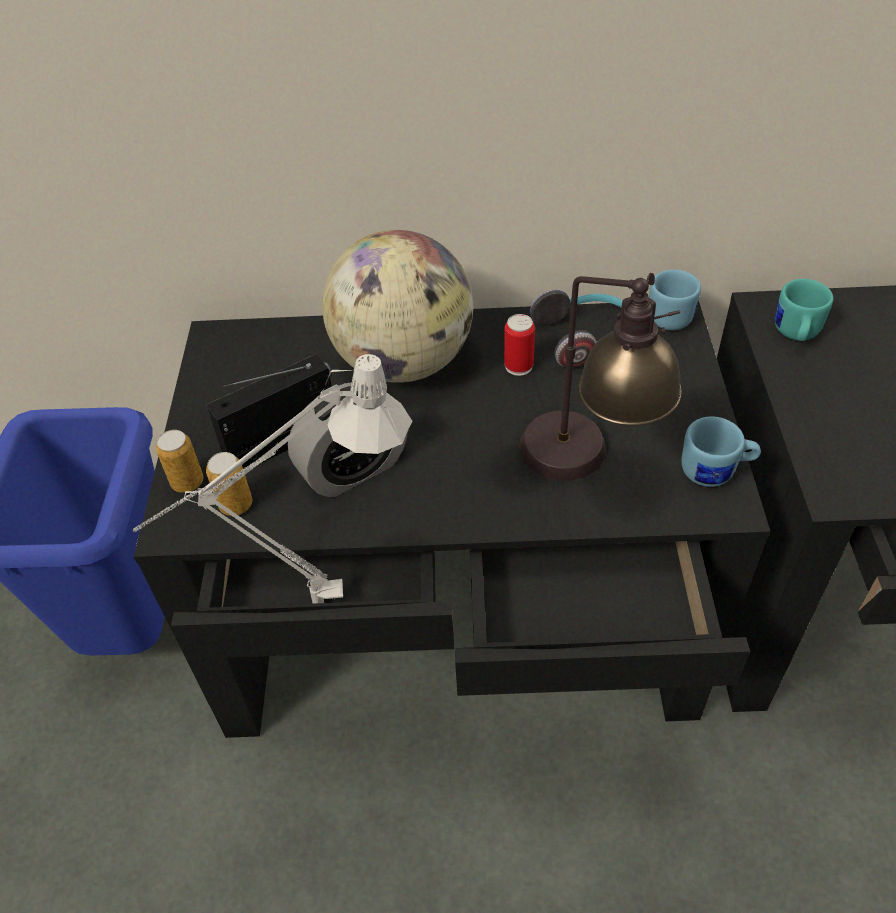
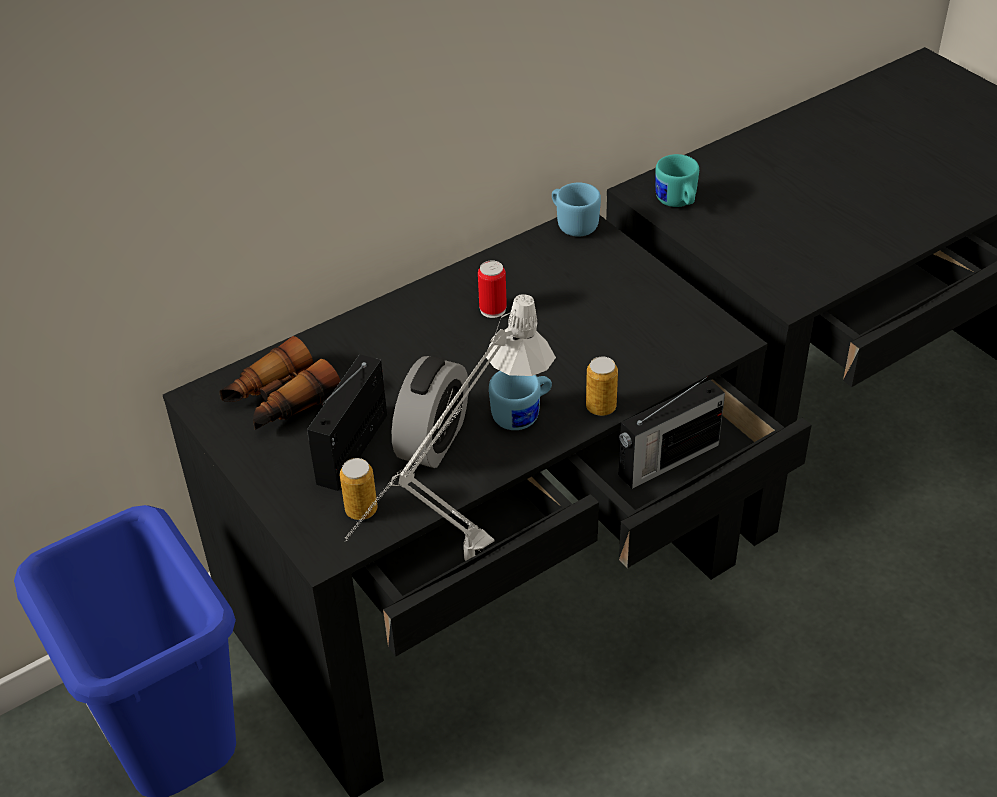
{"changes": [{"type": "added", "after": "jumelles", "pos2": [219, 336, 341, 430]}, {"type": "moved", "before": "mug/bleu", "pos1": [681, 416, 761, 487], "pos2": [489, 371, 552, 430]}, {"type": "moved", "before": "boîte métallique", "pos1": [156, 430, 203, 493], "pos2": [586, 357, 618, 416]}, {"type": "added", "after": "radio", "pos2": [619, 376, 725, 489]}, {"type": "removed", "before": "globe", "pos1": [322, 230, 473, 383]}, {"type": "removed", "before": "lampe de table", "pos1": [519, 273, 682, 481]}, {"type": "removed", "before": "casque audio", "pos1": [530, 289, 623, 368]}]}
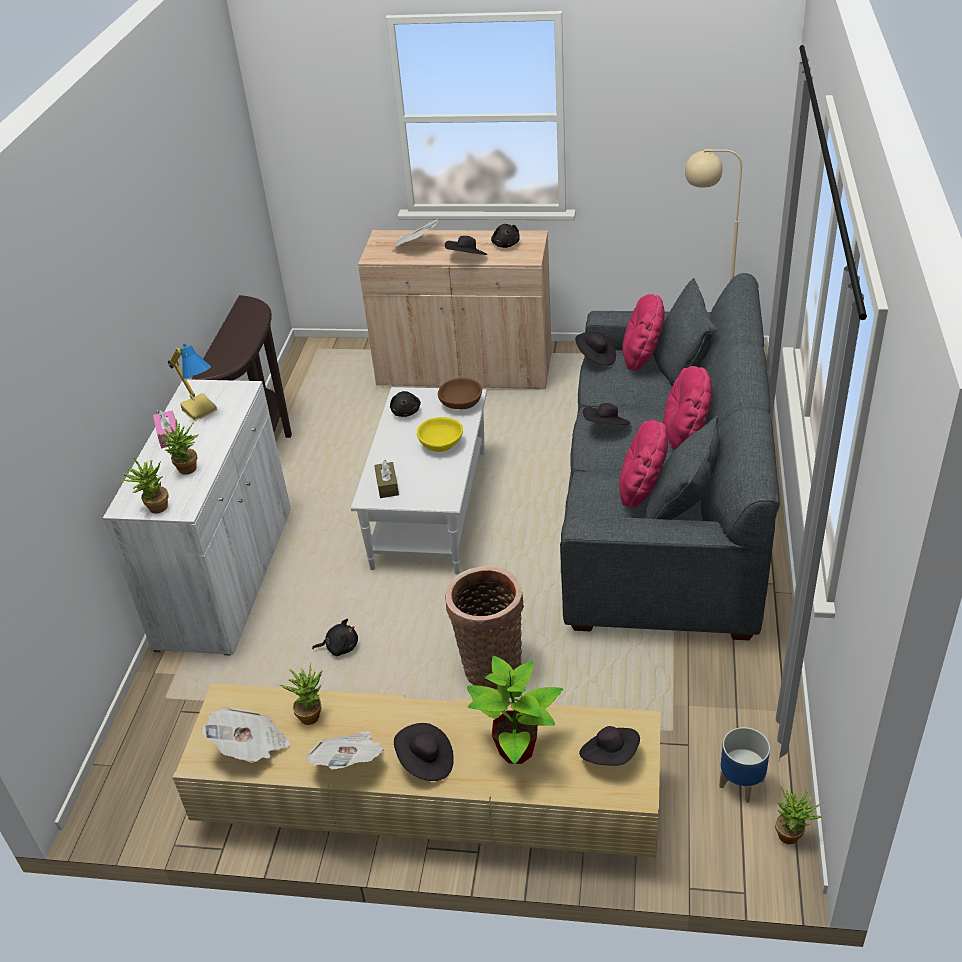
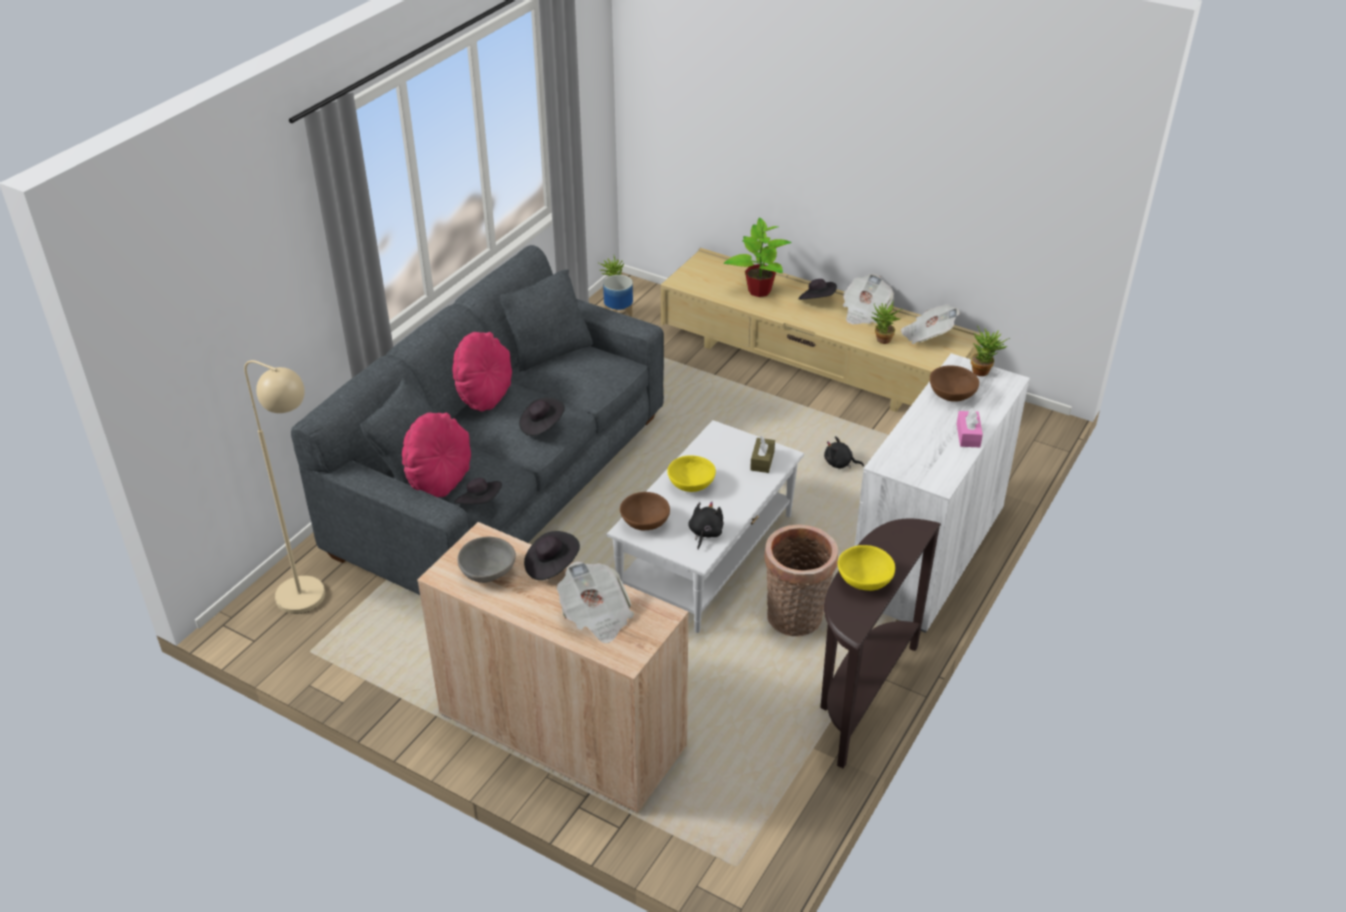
{"changes": [{"type": "replaced", "before": "peluche/noir", "after": "bol/gris", "pos1": [491, 224, 520, 248], "pos2": [457, 536, 516, 583]}, {"type": "moved", "before": "panier", "pos1": [445, 566, 524, 690], "pos2": [764, 524, 838, 636]}, {"type": "added", "after": "bol/jaune", "pos2": [838, 545, 895, 591]}, {"type": "replaced", "before": "plante en pot", "after": "bol/marron", "pos1": [158, 419, 199, 475], "pos2": [930, 365, 979, 402]}, {"type": "removed", "before": "lampe de table", "pos1": [168, 343, 217, 421]}, {"type": "removed", "before": "chapeau/noir", "pos1": [579, 726, 640, 766]}, {"type": "removed", "before": "coussin/rose", "pos1": [619, 420, 668, 508]}]}
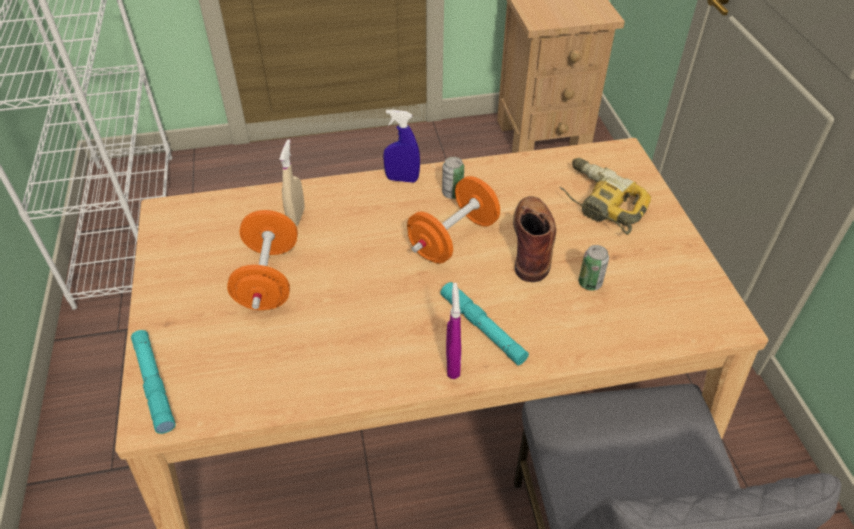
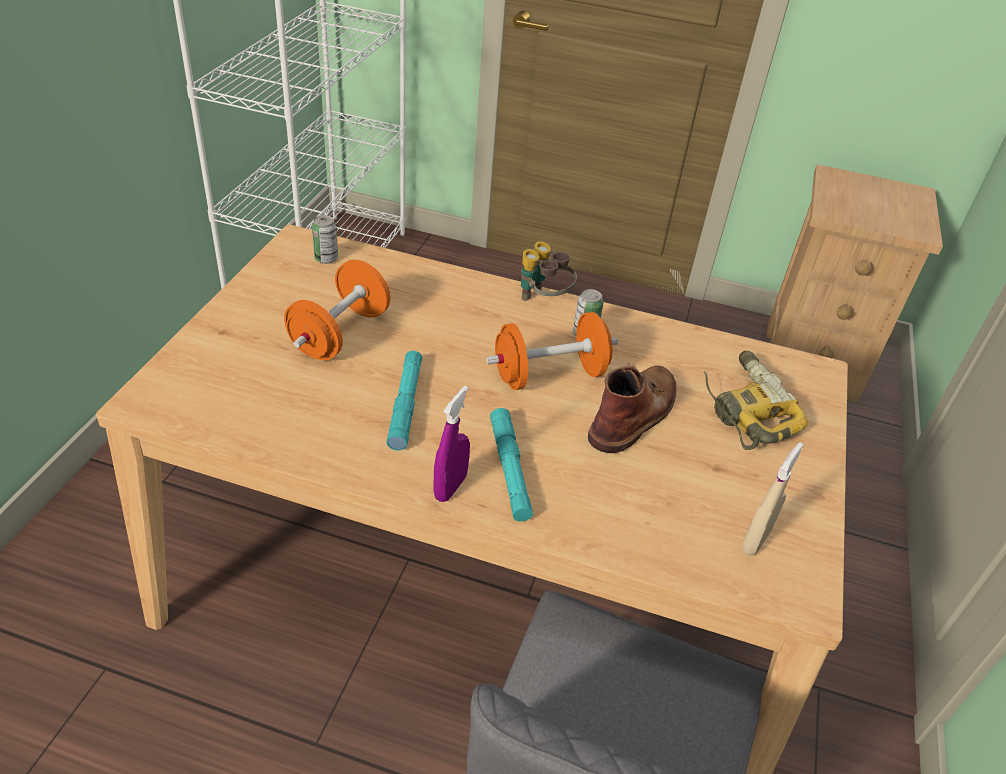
{"changes": [{"type": "moved", "before": "boîte métallique", "pos1": [579, 245, 609, 291], "pos2": [312, 215, 338, 264]}, {"type": "moved", "before": "lampe de poche/turquoise", "pos1": [131, 330, 176, 434], "pos2": [387, 351, 422, 450]}, {"type": "replaced", "before": "vaporisateur/bleu", "after": "jumelles", "pos1": [383, 109, 420, 183], "pos2": [521, 241, 577, 301]}, {"type": "moved", "before": "vaporisateur/beige", "pos1": [279, 139, 305, 226], "pos2": [741, 443, 803, 556]}]}
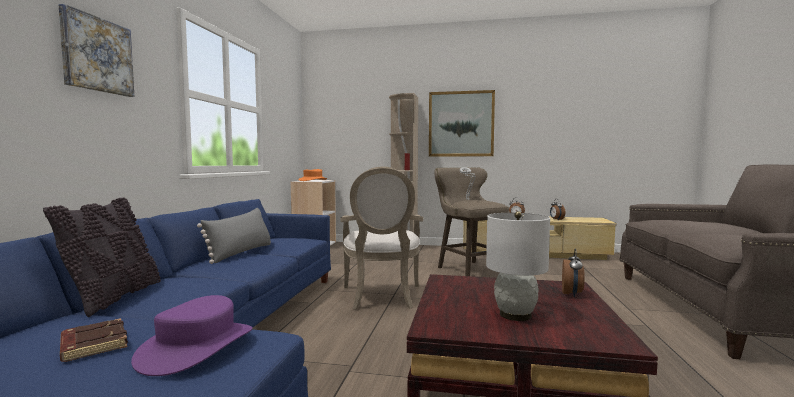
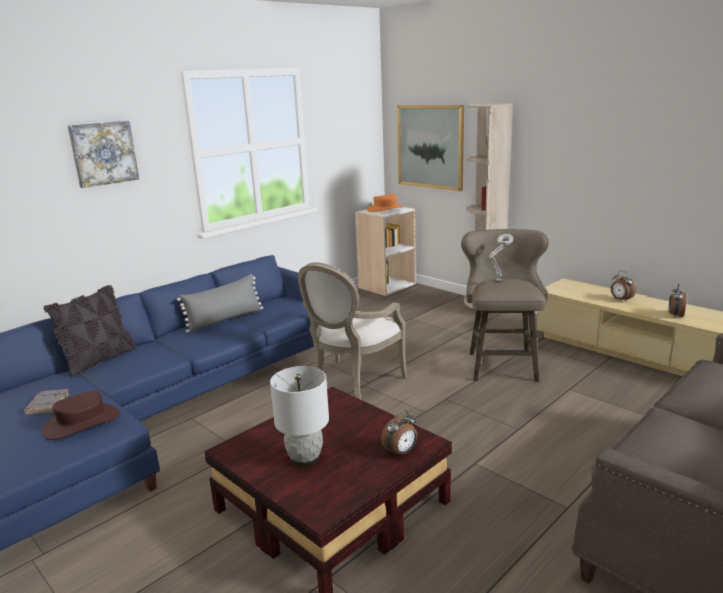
{"changes": [{"type": "recoloured", "before": "livre/marron", "after": "livre/gris", "pos1": [60, 318, 128, 362], "pos2": [24, 389, 69, 414]}, {"type": "recoloured", "before": "chapeau/violet", "after": "chapeau/marron", "pos1": [131, 295, 252, 376], "pos2": [42, 391, 120, 440]}, {"type": "moved", "before": "tableau", "pos1": [429, 90, 495, 157], "pos2": [397, 105, 464, 191]}]}
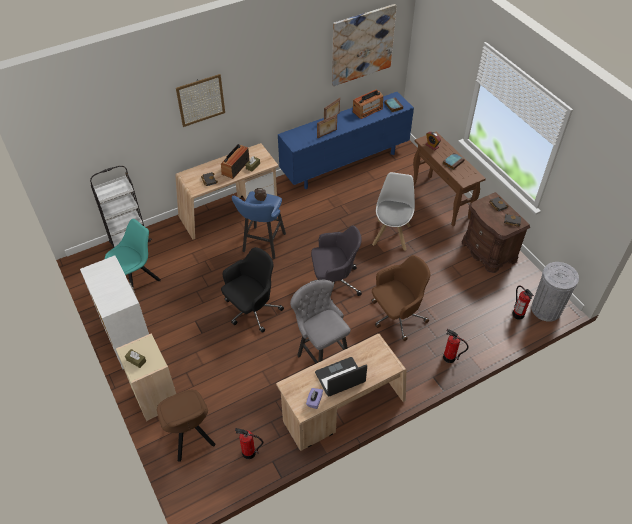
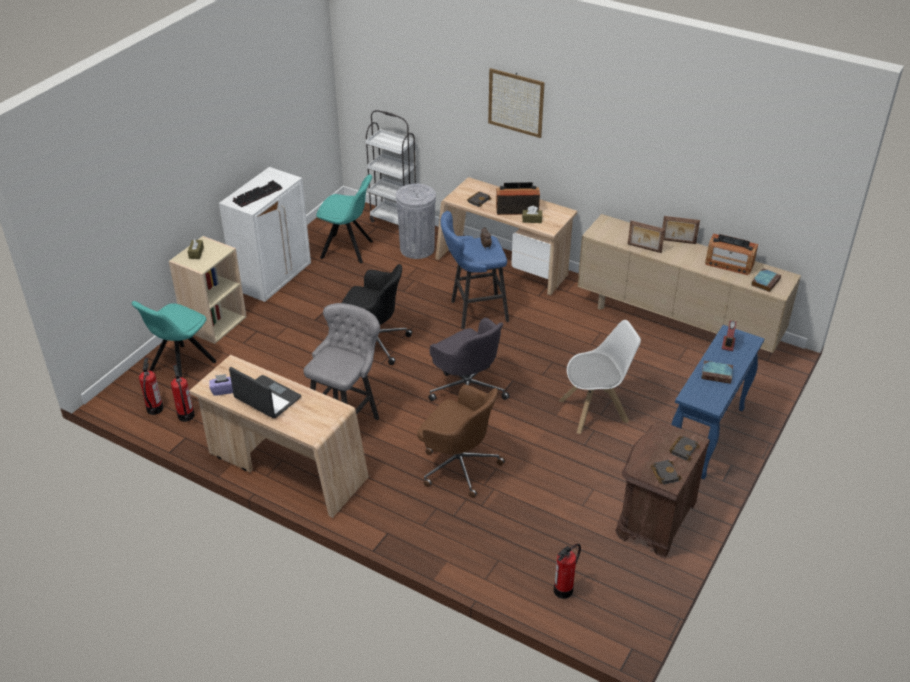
{"changes": [{"type": "recoloured", "before": "chaise/marron", "after": "chaise/turquoise", "pos1": [157, 390, 216, 462], "pos2": [132, 301, 216, 377]}, {"type": "moved", "before": "extincteur", "pos1": [443, 329, 469, 363], "pos2": [139, 357, 163, 415]}, {"type": "added", "after": "clavier", "pos2": [233, 180, 282, 207]}, {"type": "moved", "before": "poubelle/gris", "pos1": [531, 262, 579, 322], "pos2": [396, 184, 436, 259]}, {"type": "recoloured", "before": "meuble de rangement/bleu", "after": "meuble de rangement/beige", "pos1": [278, 92, 414, 189], "pos2": [578, 214, 801, 353]}, {"type": "recoloured", "before": "table console/marron", "after": "table console/bleu", "pos1": [413, 131, 486, 226], "pos2": [671, 325, 764, 479]}, {"type": "removed", "before": "tableau", "pos1": [332, 4, 397, 86]}]}
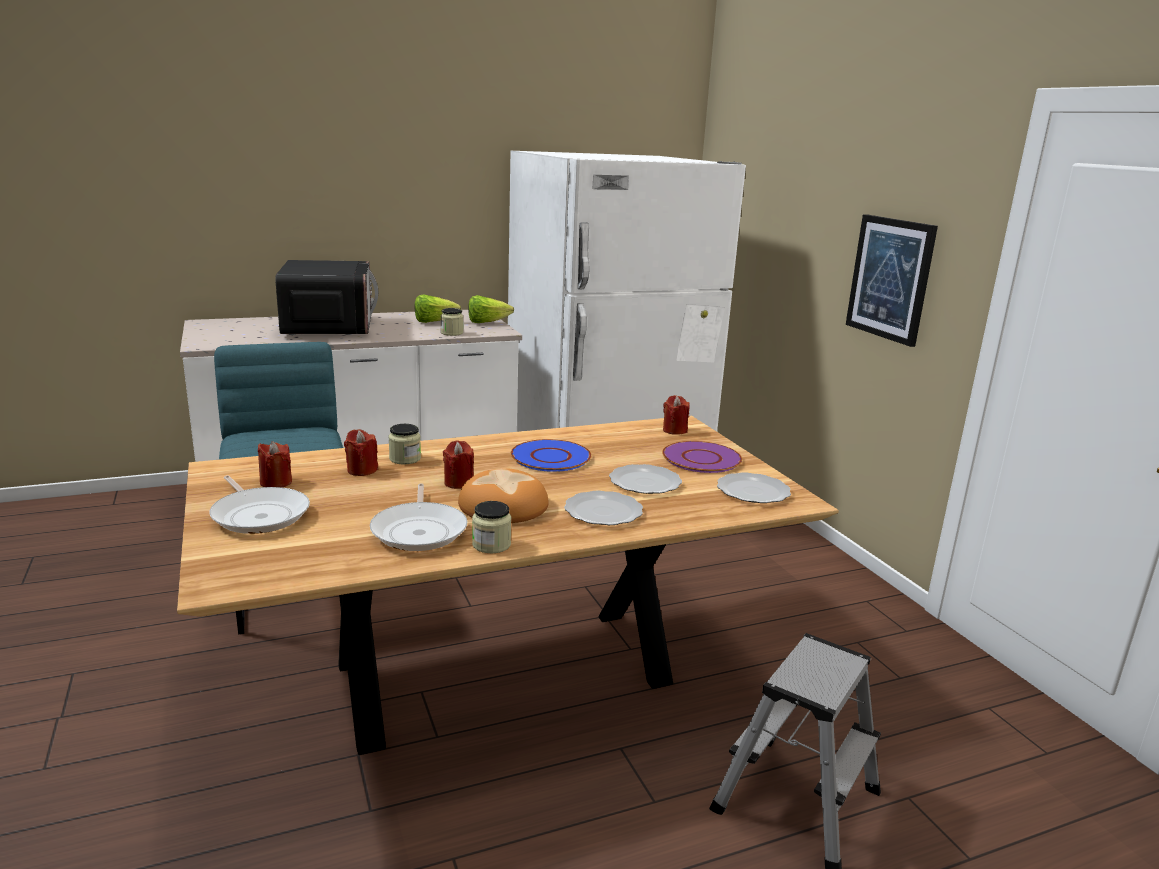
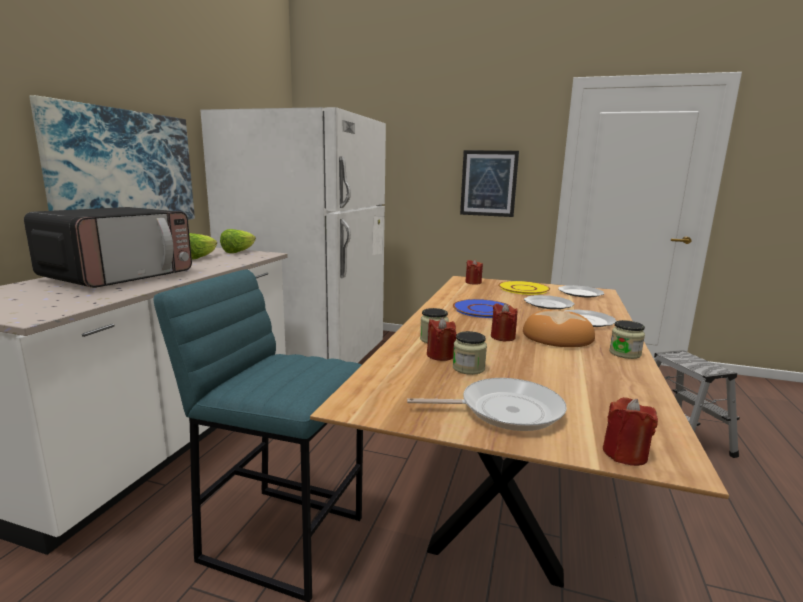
{"changes": [{"type": "turned", "before": "micro-ondes", "pos1": [275, 260, 378, 335], "pos2": [24, 207, 192, 288], "turn": 90}, {"type": "added", "after": "tableau", "pos2": [29, 95, 195, 220]}, {"type": "moved", "before": "bocal", "pos1": [441, 308, 463, 336], "pos2": [453, 331, 487, 375]}, {"type": "recoloured", "before": "assiette/violet", "after": "assiette/jaune", "pos1": [662, 441, 742, 473], "pos2": [498, 281, 550, 295]}, {"type": "moved", "before": "bougie/rouge", "pos1": [258, 441, 292, 488], "pos2": [603, 397, 658, 466]}, {"type": "removed", "before": "poêle", "pos1": [370, 483, 468, 551]}]}
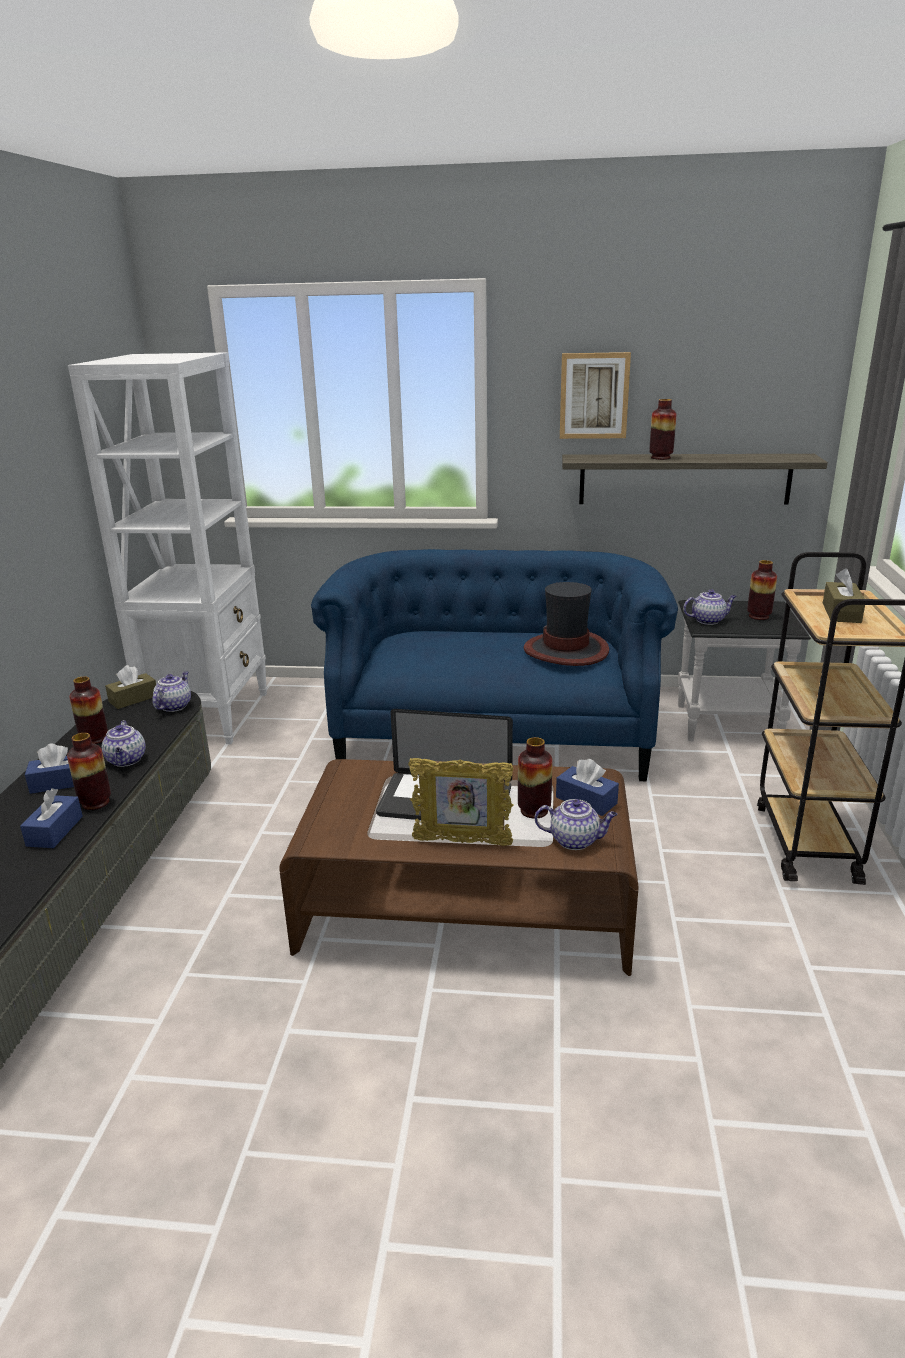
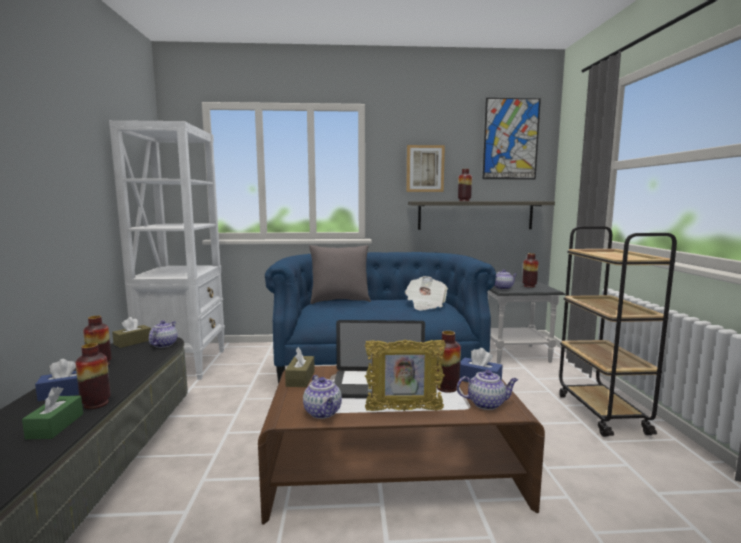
{"changes": [{"type": "recoloured", "before": "boîte à mouchoirs/bleu", "after": "boîte à mouchoirs/vert", "pos1": [20, 788, 83, 848], "pos2": [22, 387, 83, 439]}, {"type": "moved", "before": "boîte à mouchoirs/marron", "pos1": [823, 568, 865, 623], "pos2": [285, 347, 315, 387]}, {"type": "moved", "before": "théière", "pos1": [102, 720, 145, 767], "pos2": [303, 375, 342, 419]}, {"type": "added", "after": "coussin/gris", "pos2": [309, 245, 371, 304]}, {"type": "replaced", "before": "chapeau", "after": "journal", "pos1": [524, 582, 609, 666], "pos2": [405, 276, 448, 311]}, {"type": "added", "after": "tableau", "pos2": [483, 98, 541, 179]}]}
